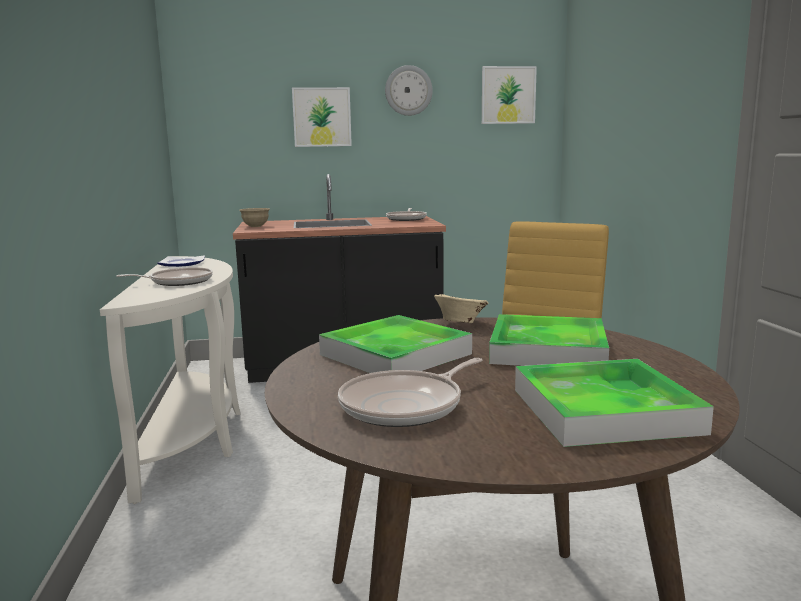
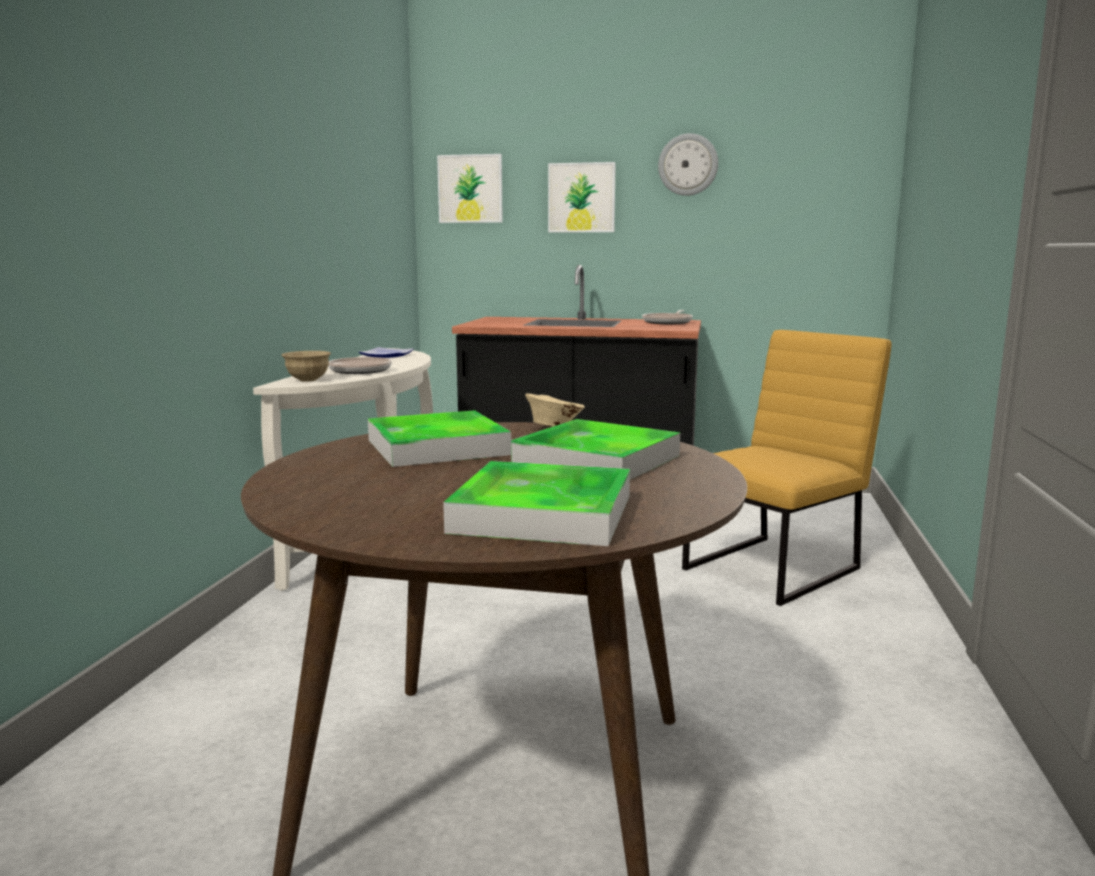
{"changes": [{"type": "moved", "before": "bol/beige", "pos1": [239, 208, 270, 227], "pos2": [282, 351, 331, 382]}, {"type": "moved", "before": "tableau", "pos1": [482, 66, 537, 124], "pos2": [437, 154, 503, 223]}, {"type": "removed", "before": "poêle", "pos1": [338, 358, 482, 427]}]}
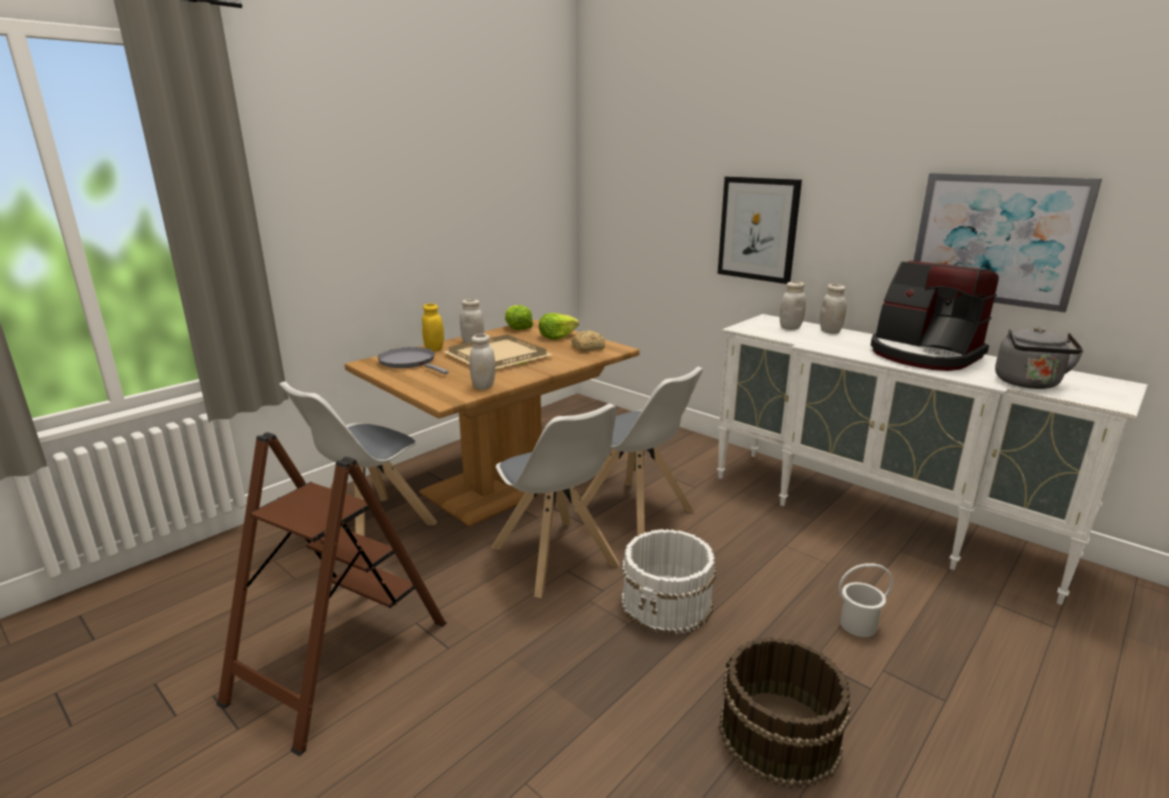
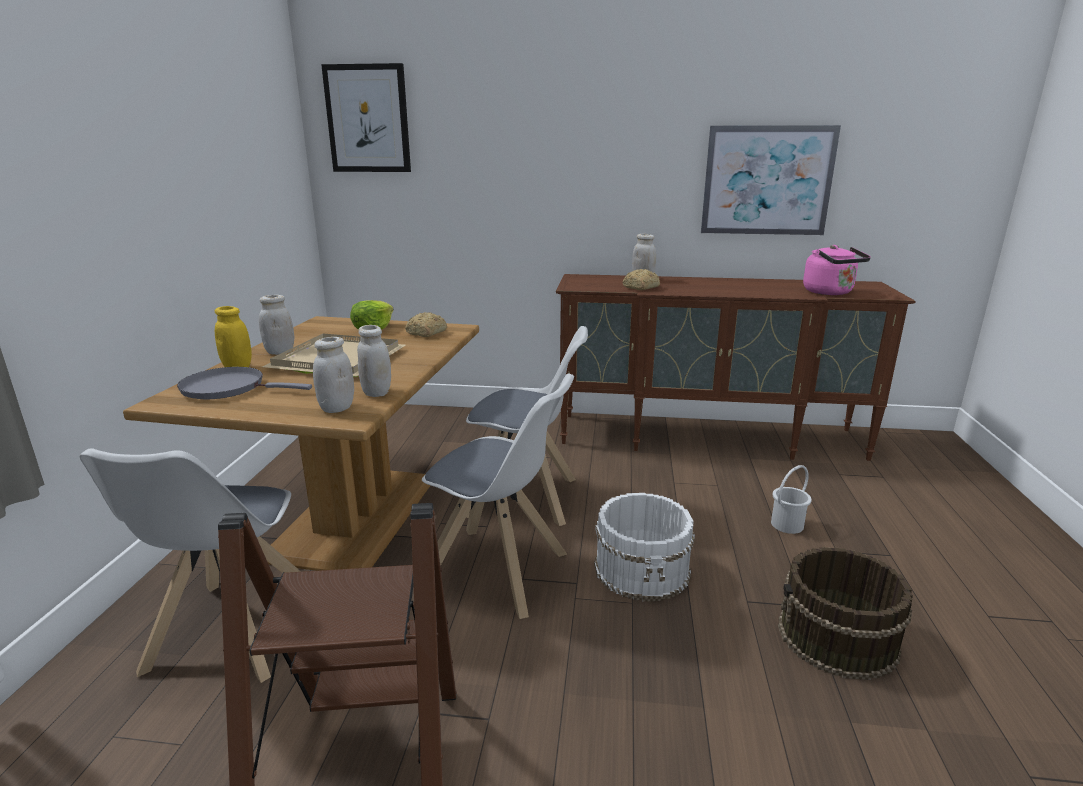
{"changes": [{"type": "moved", "before": "bocal/blanc", "pos1": [780, 282, 806, 330], "pos2": [313, 337, 354, 413]}, {"type": "moved", "before": "tableau", "pos1": [718, 177, 802, 284], "pos2": [321, 63, 411, 172]}, {"type": "recoloured", "before": "meuble de rangement/blanc", "after": "meuble de rangement/marron", "pos1": [717, 314, 1147, 605], "pos2": [556, 274, 916, 461]}, {"type": "added", "after": "pain", "pos2": [623, 269, 660, 290]}, {"type": "recoloured", "before": "bouilloire/gris", "after": "bouilloire/rose", "pos1": [995, 327, 1084, 389], "pos2": [803, 245, 871, 295]}, {"type": "removed", "before": "laitue", "pos1": [505, 305, 533, 330]}, {"type": "removed", "before": "machine à café", "pos1": [871, 261, 999, 371]}]}
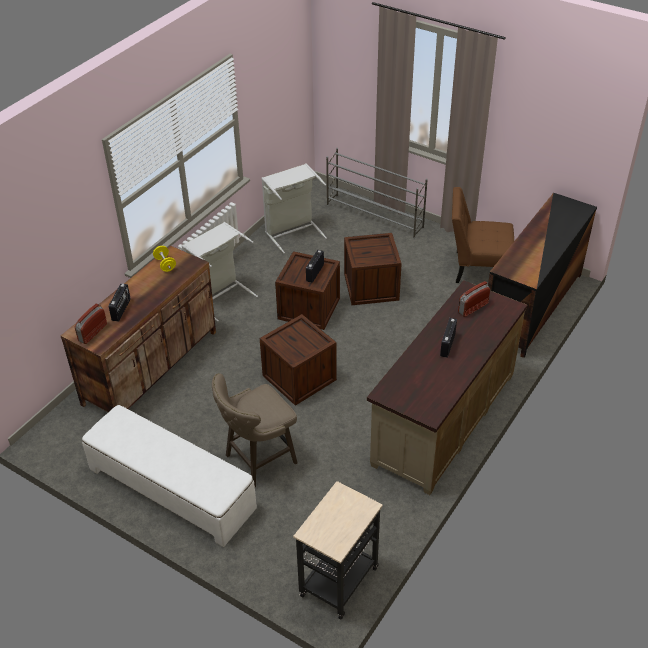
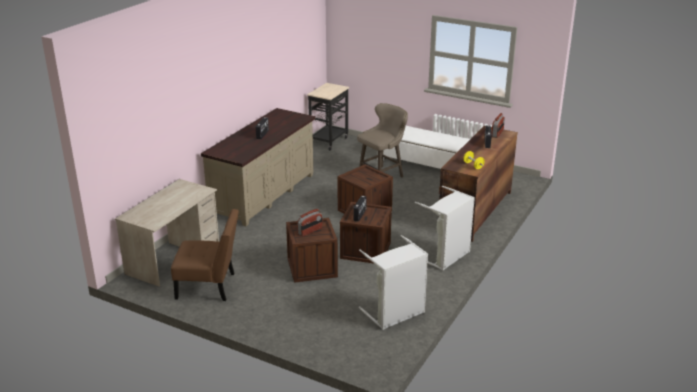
{"changes": [{"type": "replaced", "before": "meuble de rangement/noir", "after": "bureau/beige", "pos1": [488, 193, 597, 358], "pos2": [115, 179, 219, 287]}, {"type": "moved", "before": "radio", "pos1": [458, 281, 490, 317], "pos2": [297, 209, 322, 237]}, {"type": "removed", "before": "étagère à chaussures/gris", "pos1": [326, 148, 428, 239]}]}
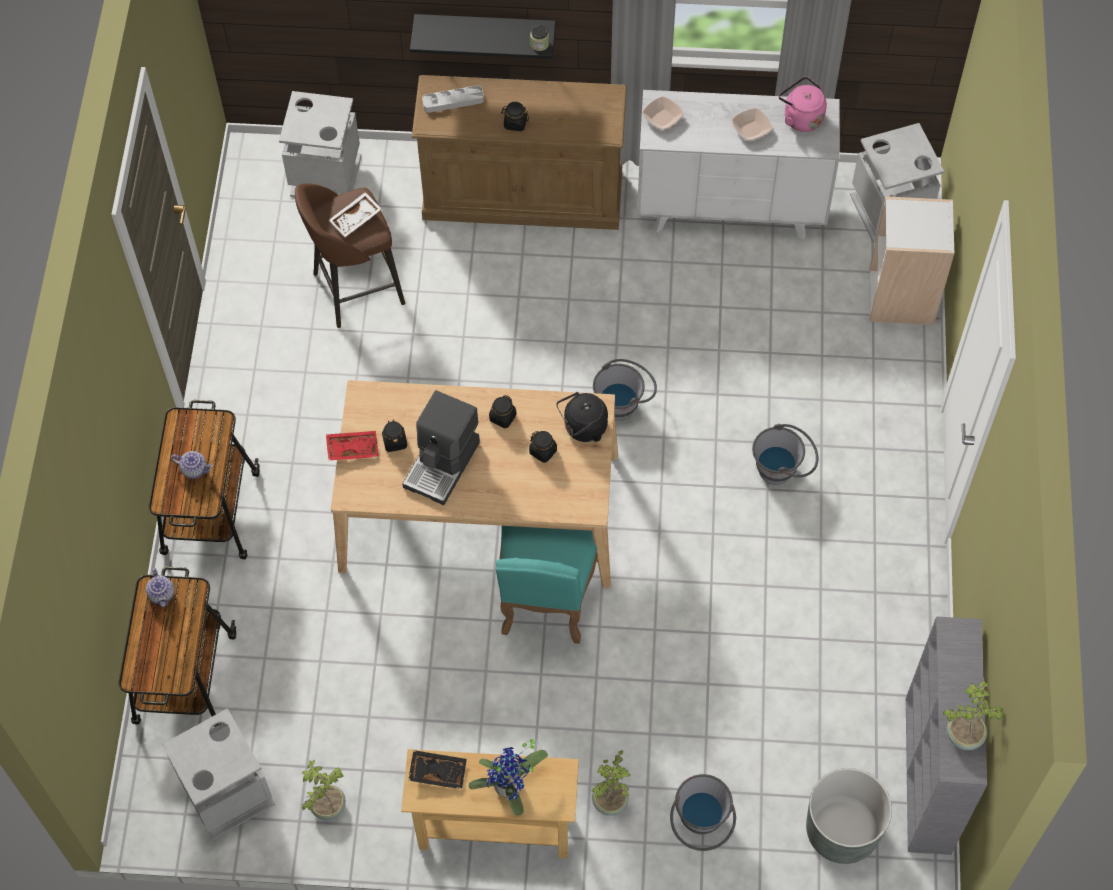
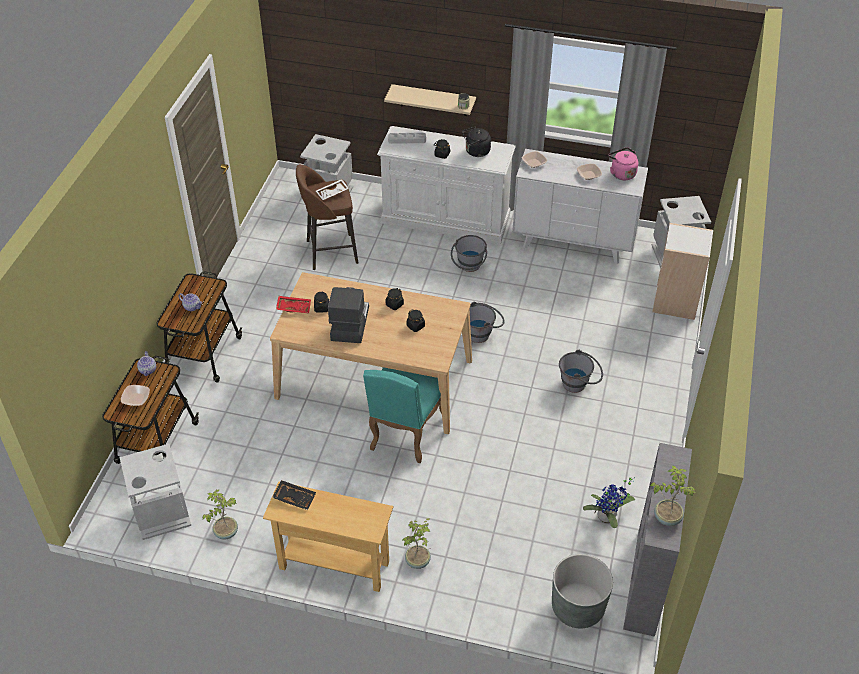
{"changes": [{"type": "added", "after": "bol", "pos2": [121, 385, 150, 406]}, {"type": "turned", "before": "machine à café", "pos1": [402, 390, 480, 505], "pos2": [328, 287, 369, 343], "turn": 150}, {"type": "recoloured", "before": "meuble de rangement/marron", "after": "meuble de rangement/blanc", "pos1": [412, 75, 627, 230], "pos2": [377, 126, 516, 244]}, {"type": "recoloured", "before": "étagère/noir", "after": "étagère/beige", "pos1": [410, 14, 556, 59], "pos2": [384, 84, 476, 116]}, {"type": "moved", "before": "seau/gris", "pos1": [670, 774, 736, 851], "pos2": [451, 235, 487, 272]}, {"type": "moved", "before": "bouilloire/noir", "pos1": [556, 392, 608, 442], "pos2": [462, 126, 491, 157]}, {"type": "moved", "before": "plante en pot", "pos1": [469, 738, 548, 816], "pos2": [583, 477, 635, 528]}]}
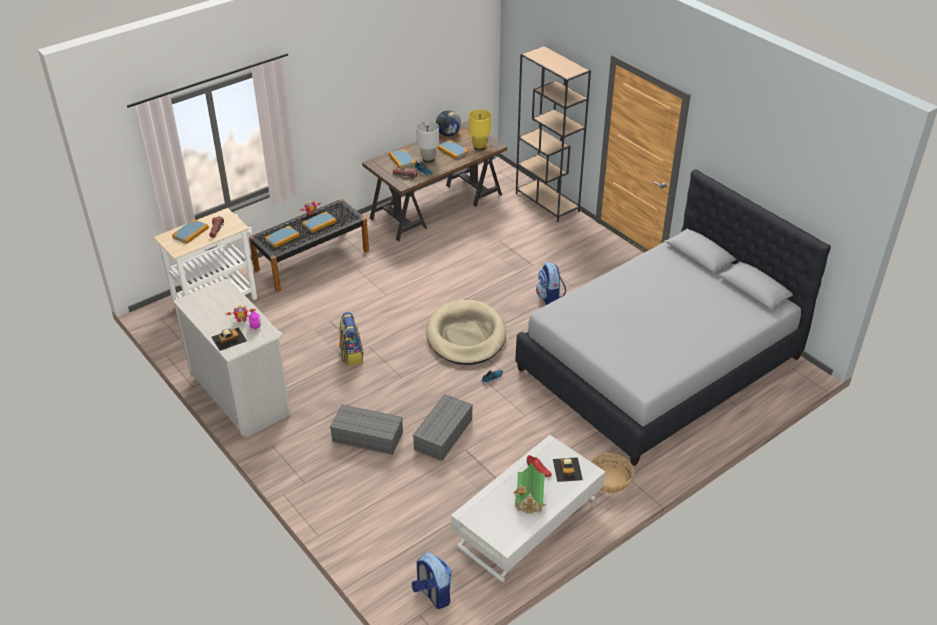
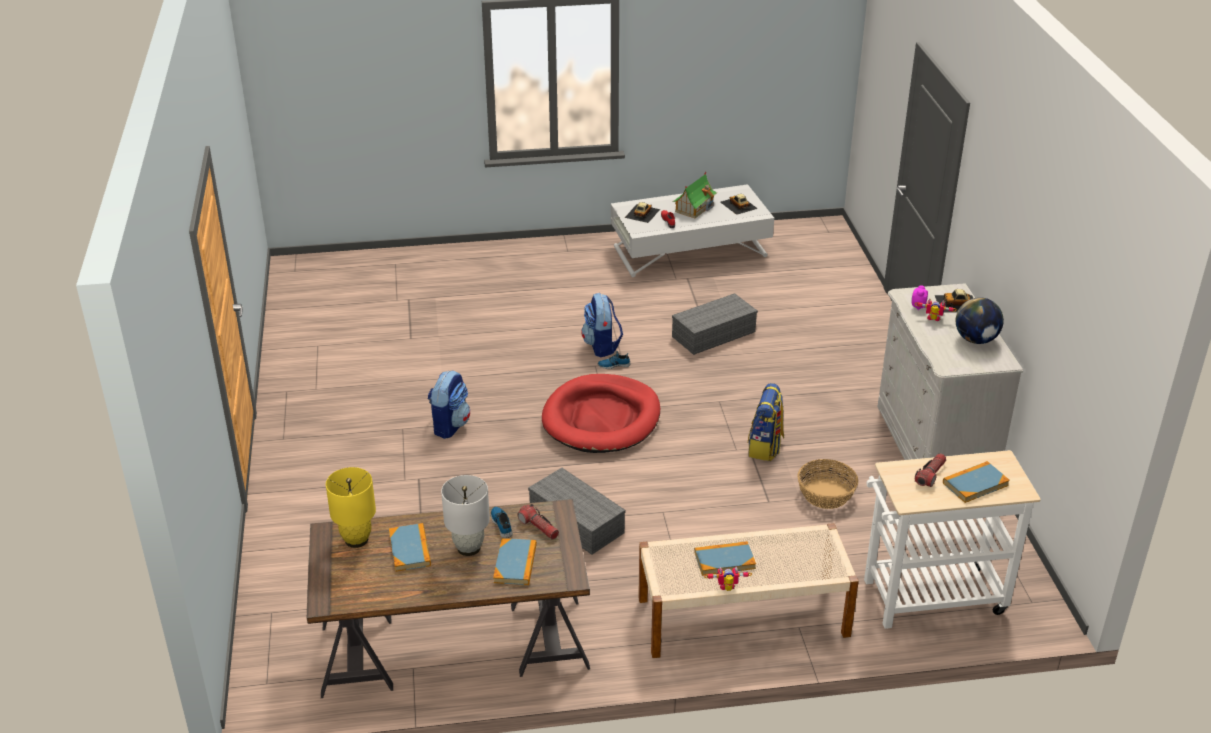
{"changes": [{"type": "moved", "before": "boîte de rangement/gris", "pos1": [330, 405, 403, 455], "pos2": [528, 468, 626, 555]}, {"type": "recoloured", "before": "panier pour chien/beige", "after": "panier pour chien/rouge", "pos1": [426, 300, 506, 365], "pos2": [542, 374, 660, 453]}, {"type": "moved", "before": "sac à dos", "pos1": [412, 552, 452, 609], "pos2": [581, 293, 623, 357]}, {"type": "recoloured", "before": "banc/noir", "after": "banc/beige", "pos1": [249, 198, 369, 292], "pos2": [638, 523, 859, 658]}, {"type": "added", "after": "petite voiture", "pos2": [720, 194, 758, 215]}, {"type": "moved", "before": "panier", "pos1": [591, 453, 634, 494], "pos2": [798, 459, 858, 509]}, {"type": "moved", "before": "globe", "pos1": [436, 110, 461, 136], "pos2": [956, 297, 1004, 344]}, {"type": "removed", "before": "livre", "pos1": [264, 226, 300, 248]}, {"type": "removed", "before": "lit/gris", "pos1": [515, 169, 831, 466]}, {"type": "removed", "before": "bibliothèque", "pos1": [516, 45, 591, 222]}]}
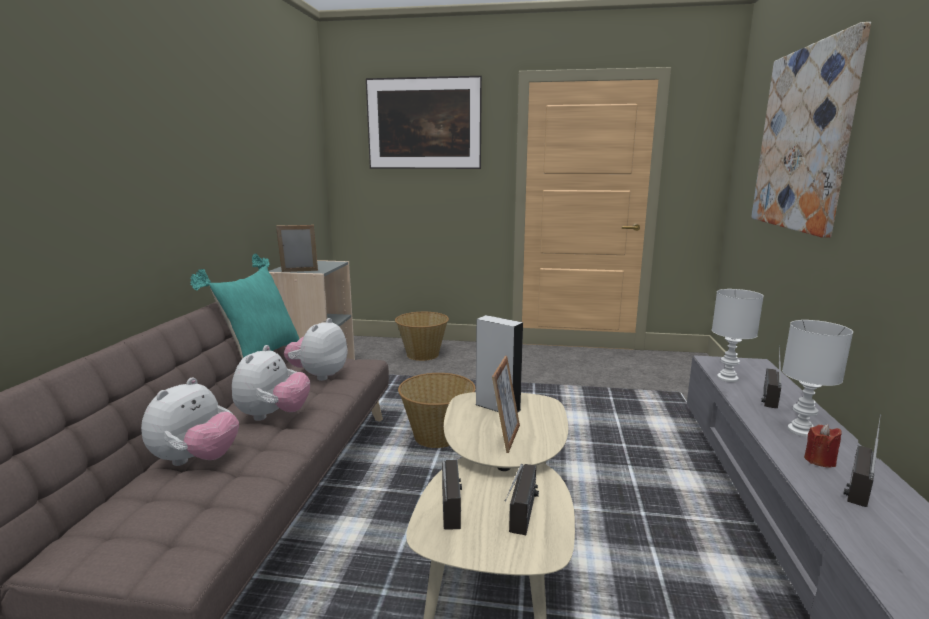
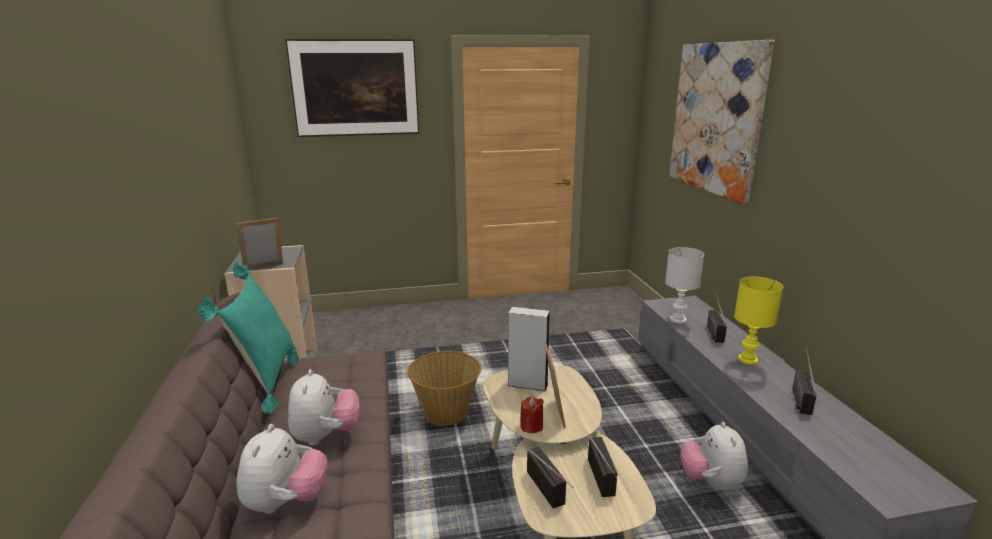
{"changes": [{"type": "moved", "before": "bougie/rouge", "pos1": [804, 424, 842, 467], "pos2": [520, 396, 544, 433]}, {"type": "moved", "before": "peluche", "pos1": [284, 318, 348, 381], "pos2": [680, 422, 748, 488]}, {"type": "recoloured", "before": "lampe de table/blanc", "after": "lampe de table/jaune", "pos1": [782, 320, 853, 437], "pos2": [734, 277, 783, 365]}, {"type": "removed", "before": "panier", "pos1": [395, 312, 449, 361]}]}
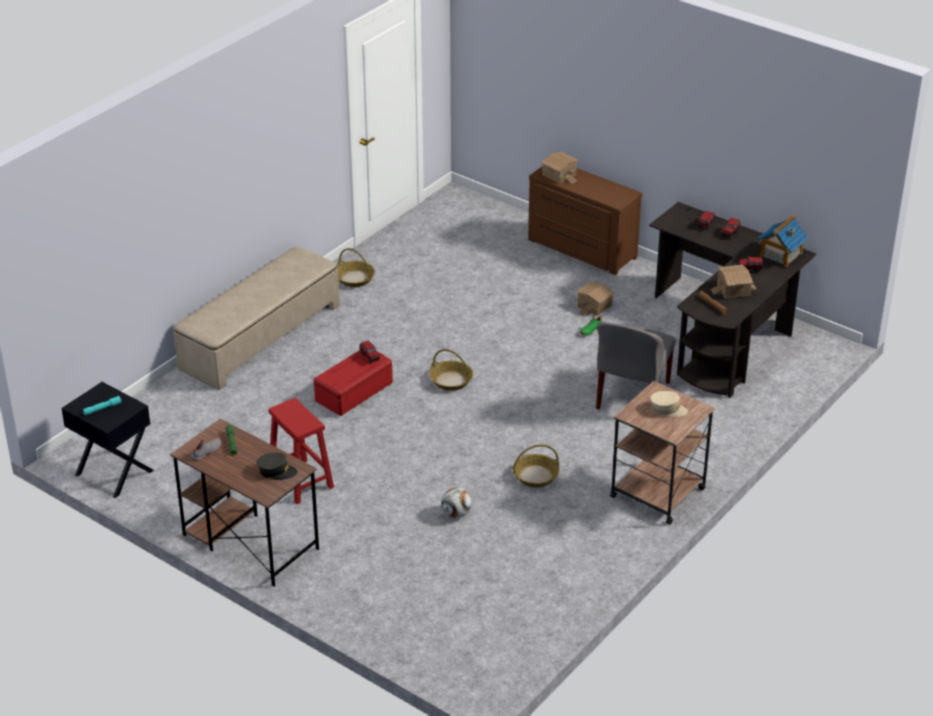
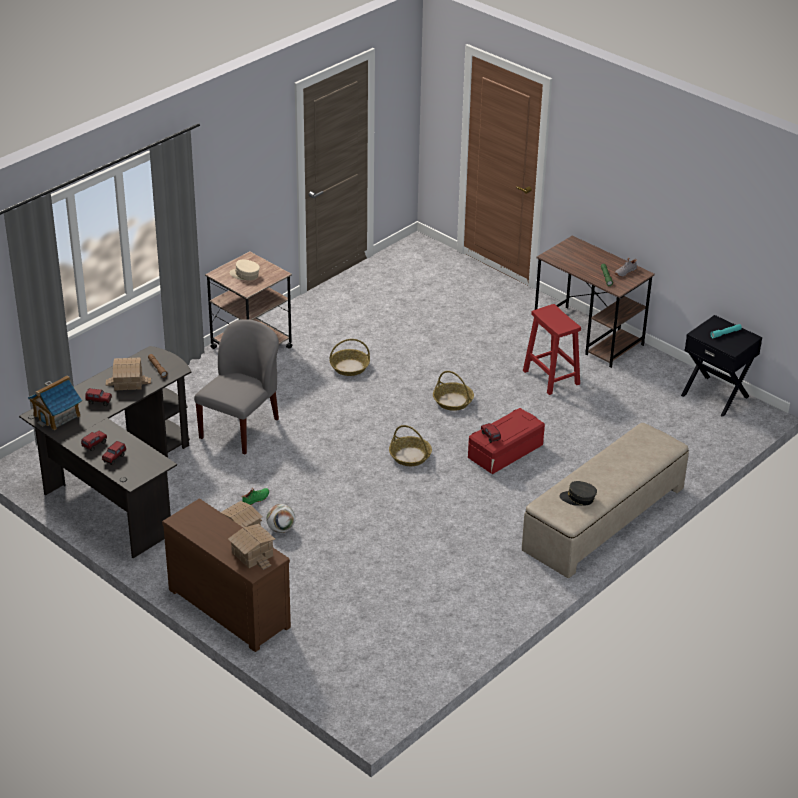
{"changes": [{"type": "moved", "before": "ballon de foot", "pos1": [441, 487, 472, 518], "pos2": [266, 504, 295, 533]}, {"type": "moved", "before": "panier", "pos1": [337, 248, 375, 287], "pos2": [433, 371, 474, 411]}, {"type": "moved", "before": "casquette/gris", "pos1": [257, 453, 298, 480], "pos2": [560, 481, 597, 506]}]}
